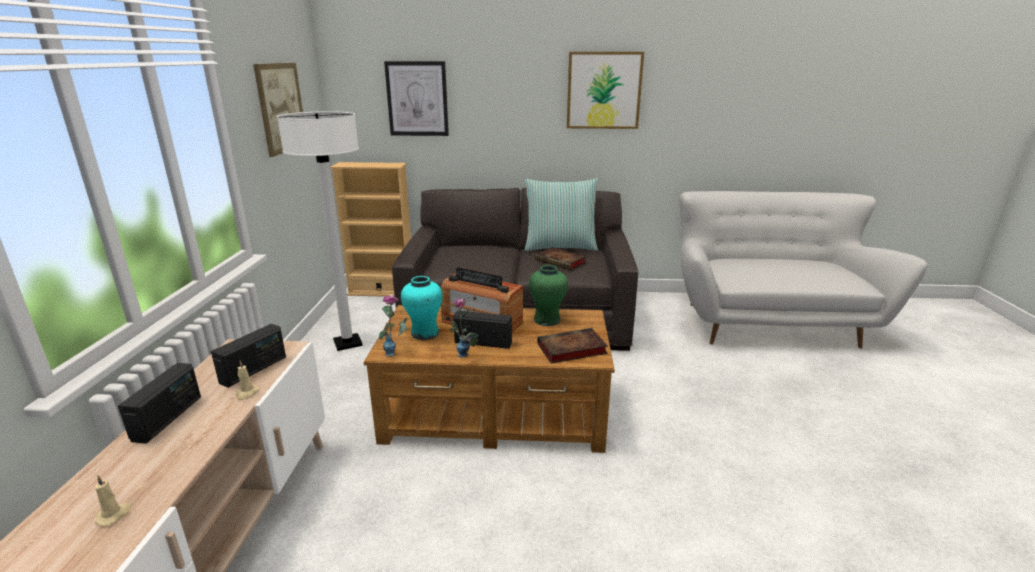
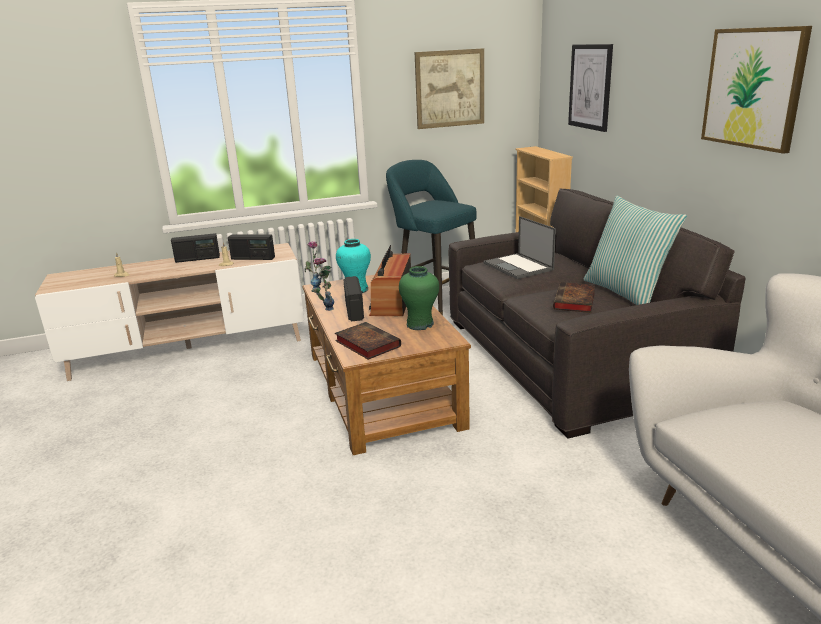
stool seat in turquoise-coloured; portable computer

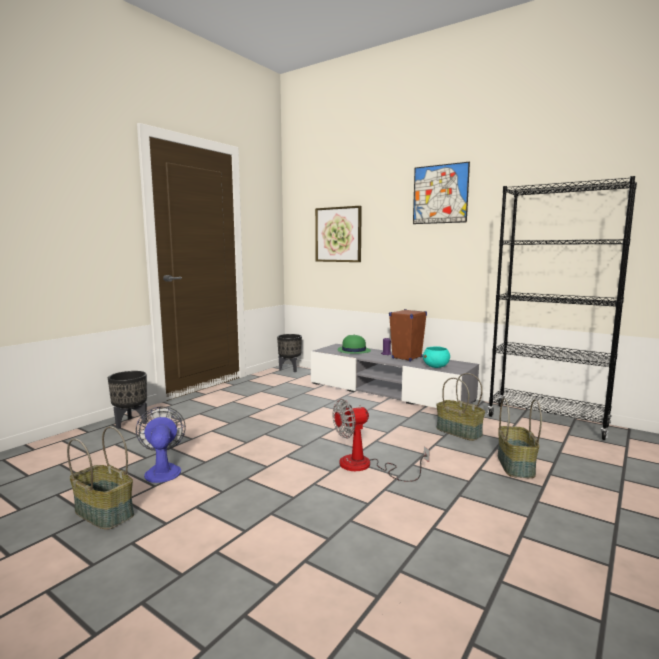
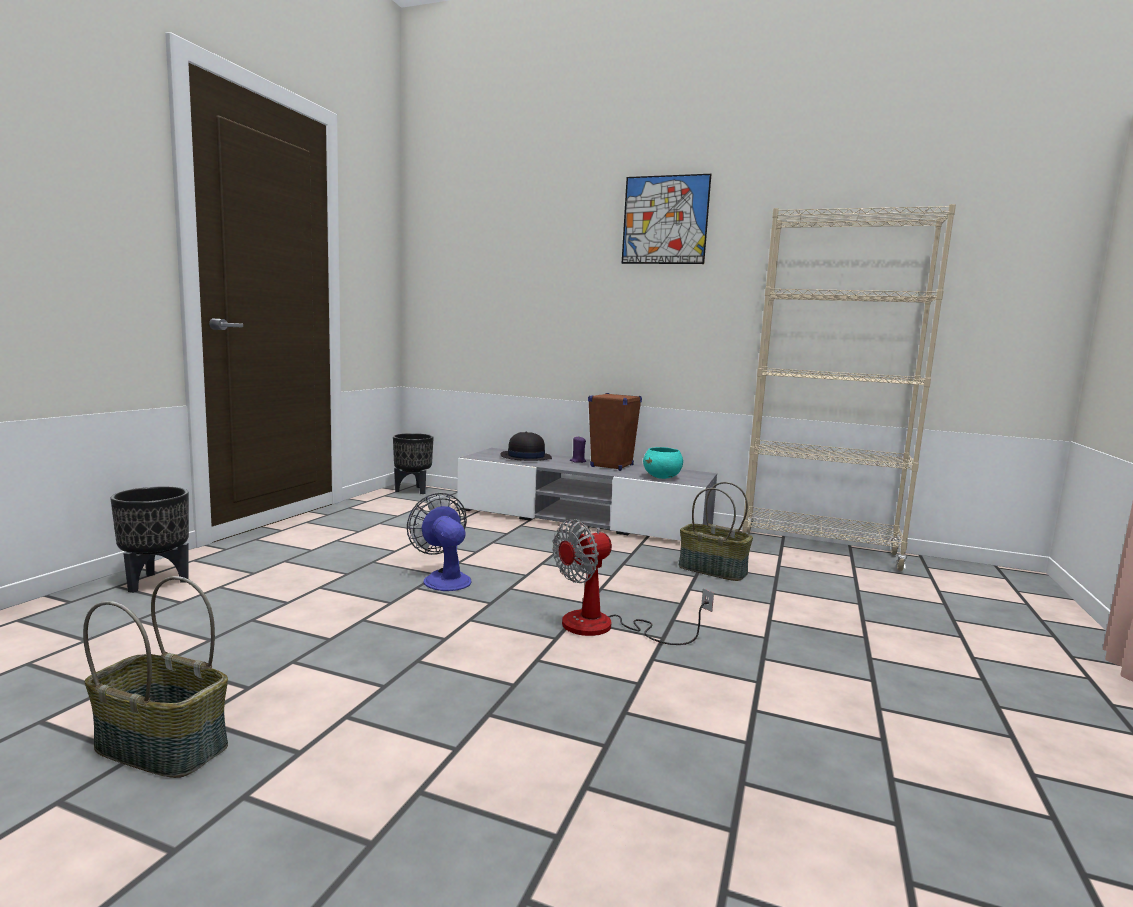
electric fan (no. 1 from left); picture (no. 1 from left in the first image); wearable hat in black-coloured; shelving unit in beige; basket (no. 3 from left in the first image)

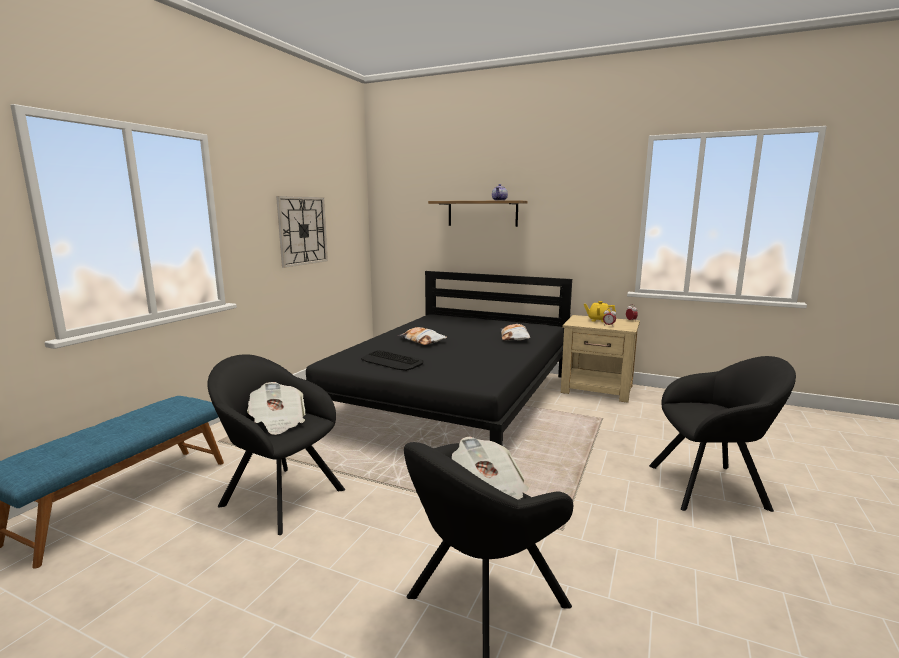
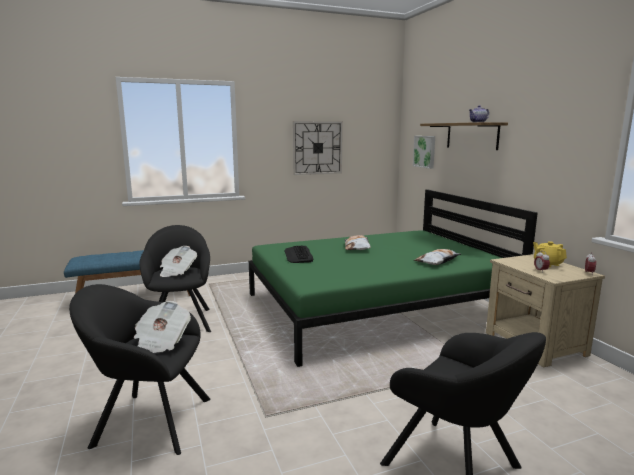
bed in green-coloured; picture

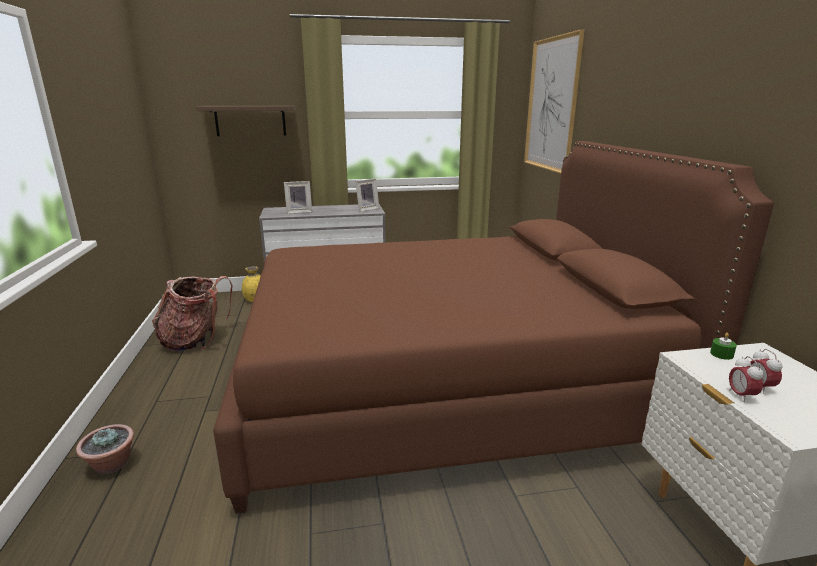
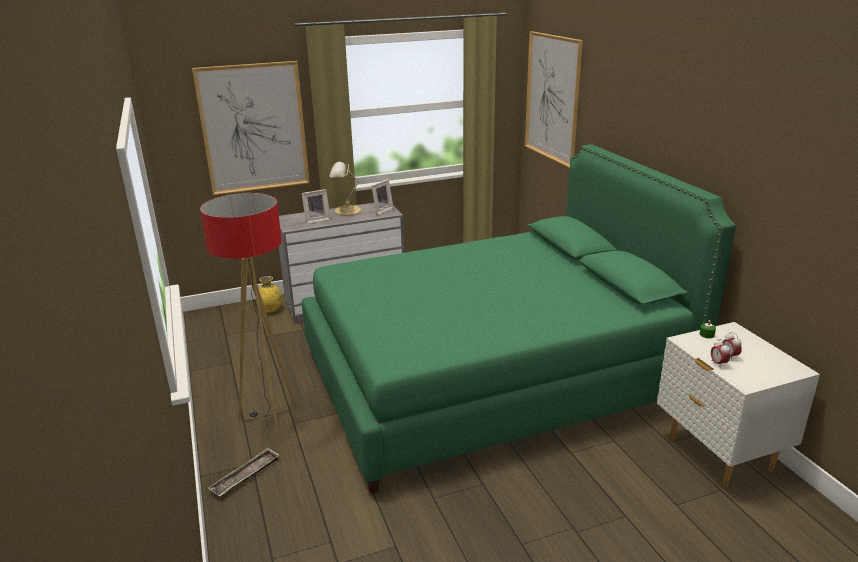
tray; rucksack; picture (no. 1 from left); bed in green-coloured; floor lamp; table lamp

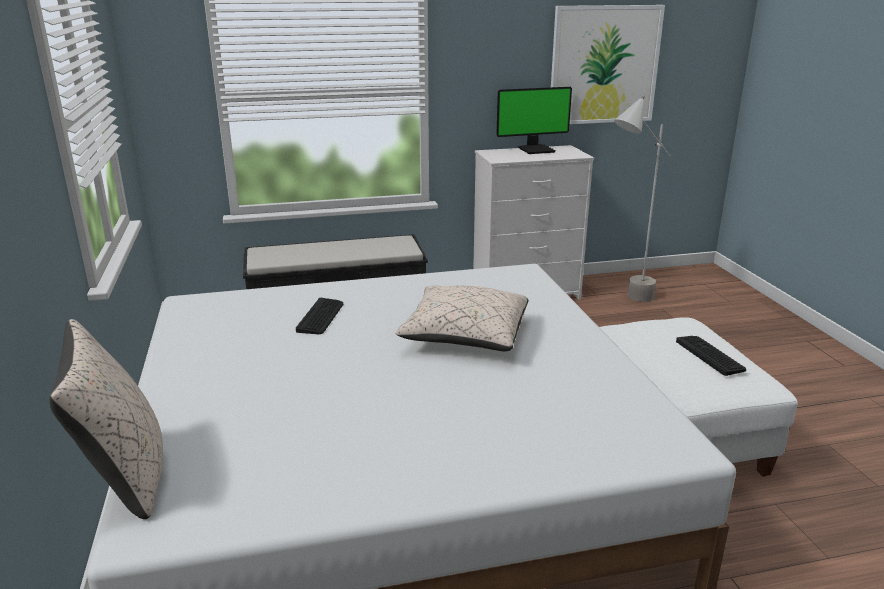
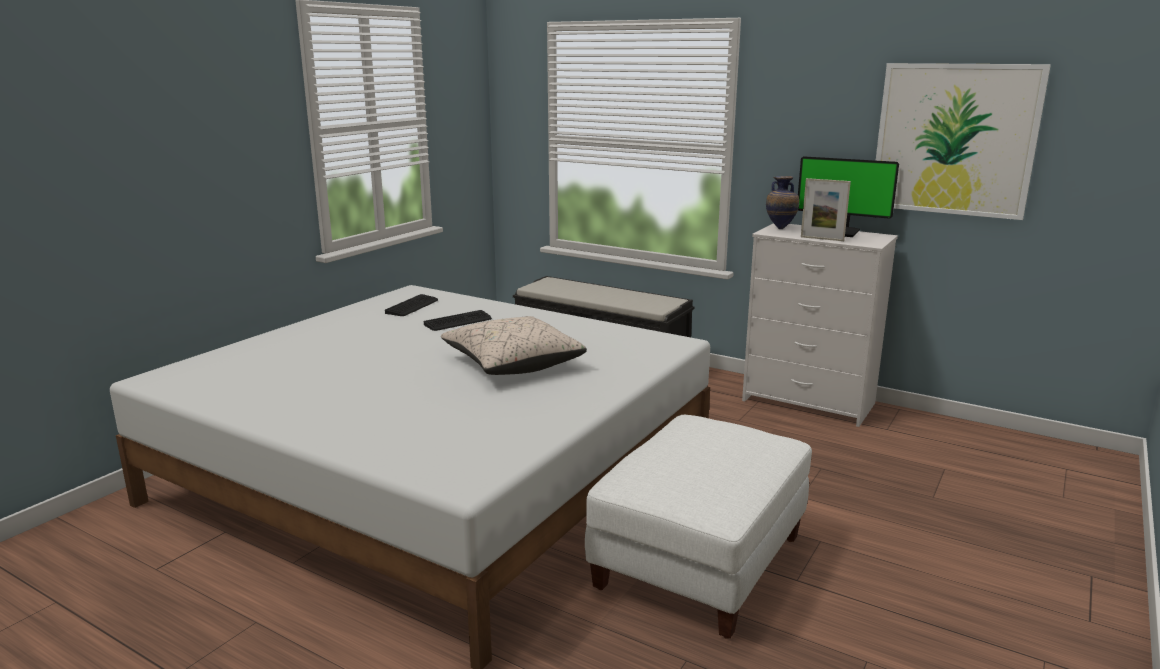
cushion in beige (no. 1 from left in the first image); floor lamp in grey; keyboard (no. 1 from left); decorative vase; picture frame

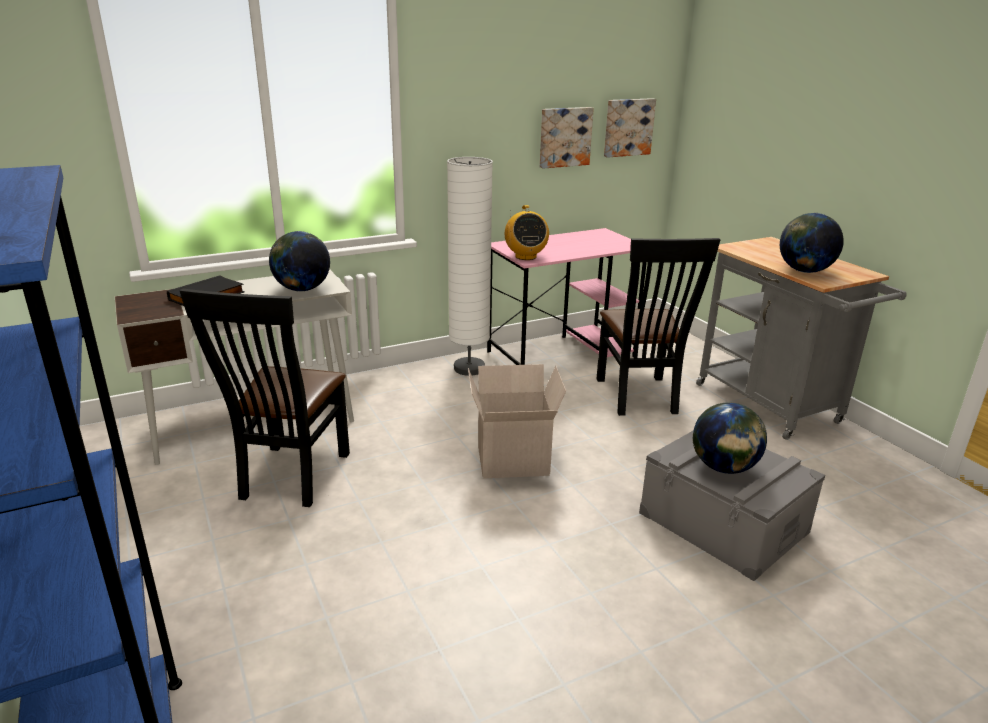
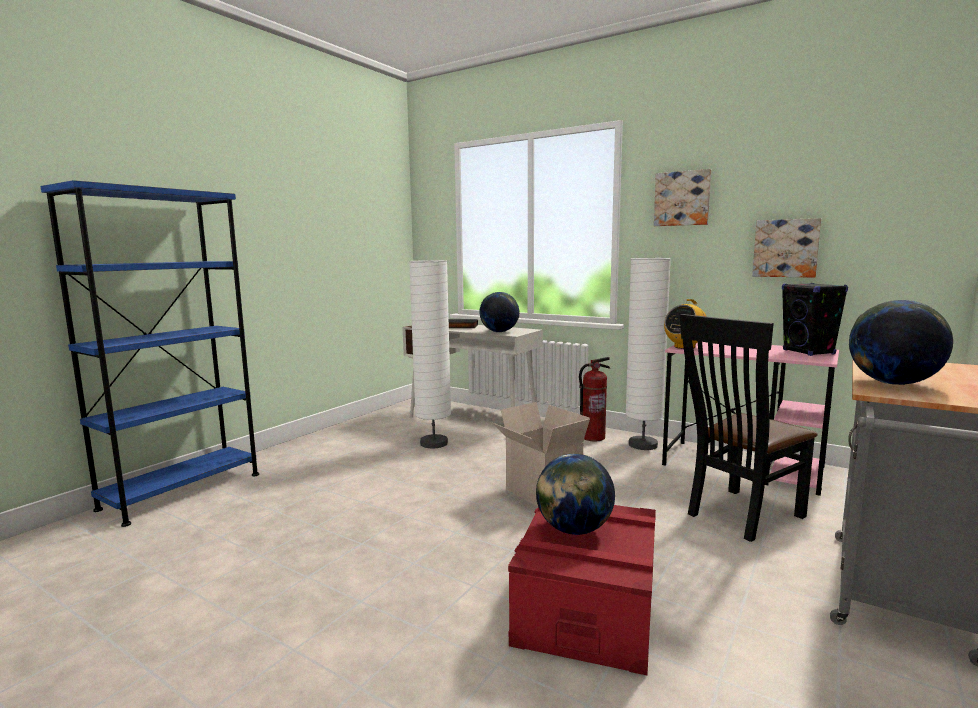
floor lamp in white (no. 1 from left); picture (no. 1 from left); storage box in red-coloured; fire extinguisher; audio speaker in black-coloured

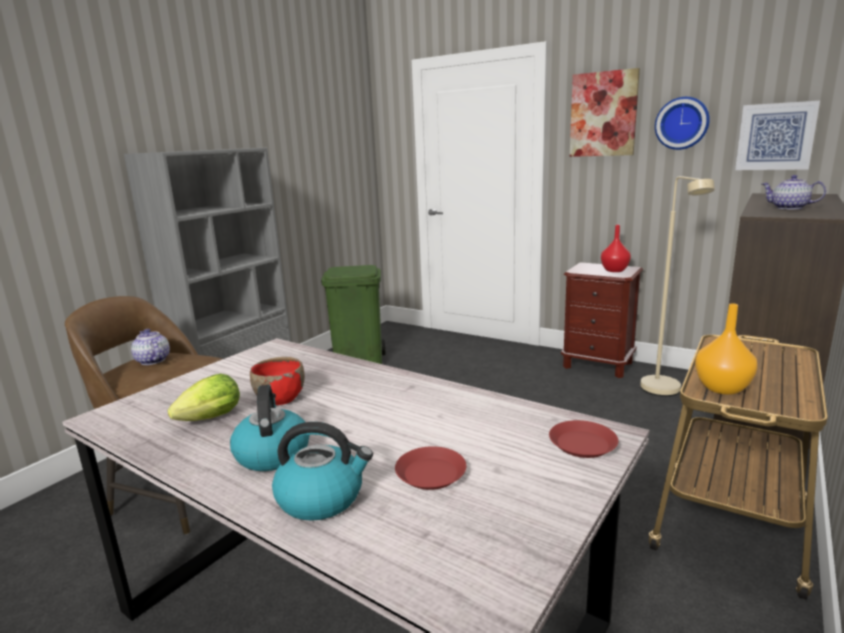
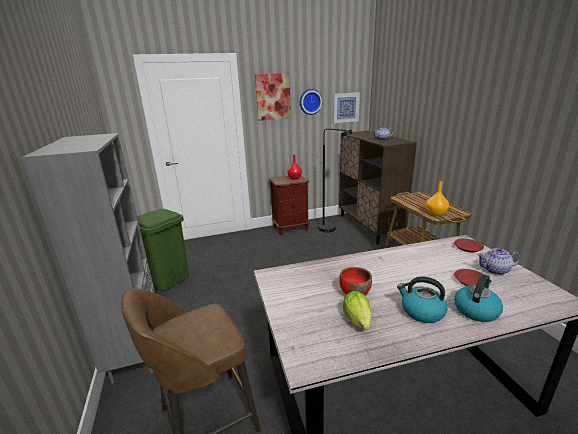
teapot (no. 2 from left); floor lamp in black-coloured

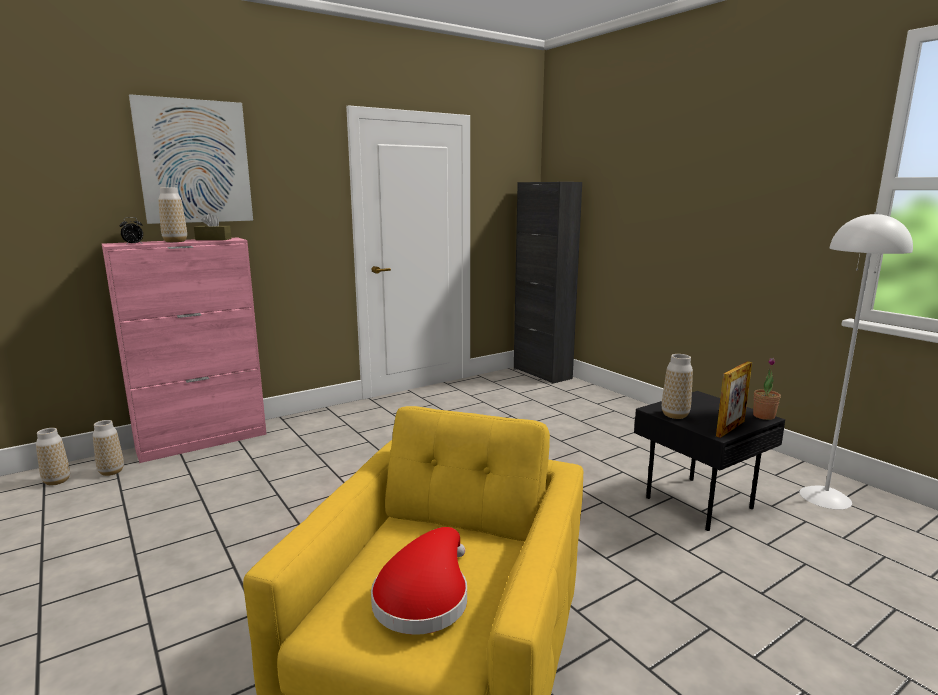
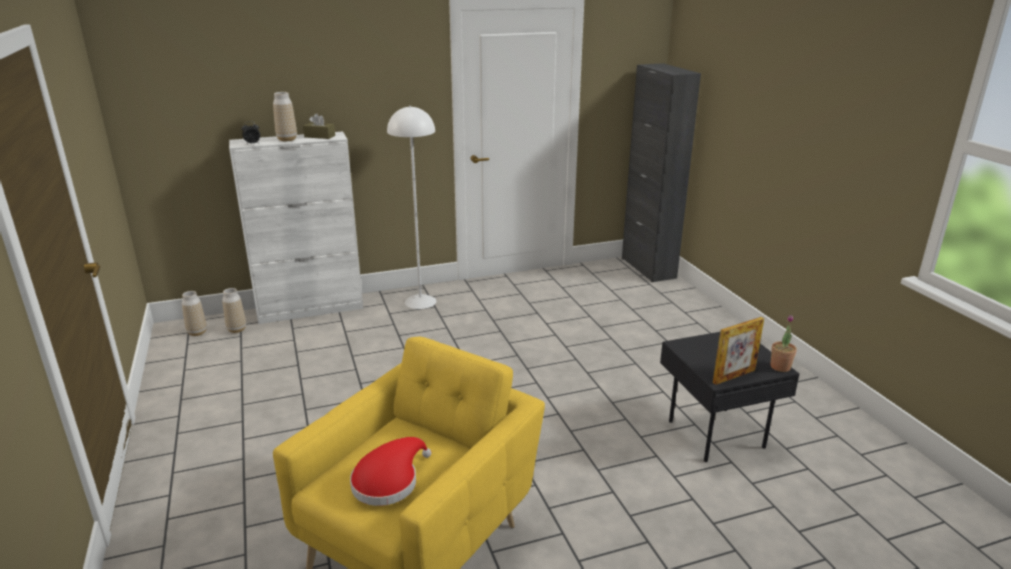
cabinet in white; picture; decorative vase (no. 4 from left in the first image); floor lamp in white

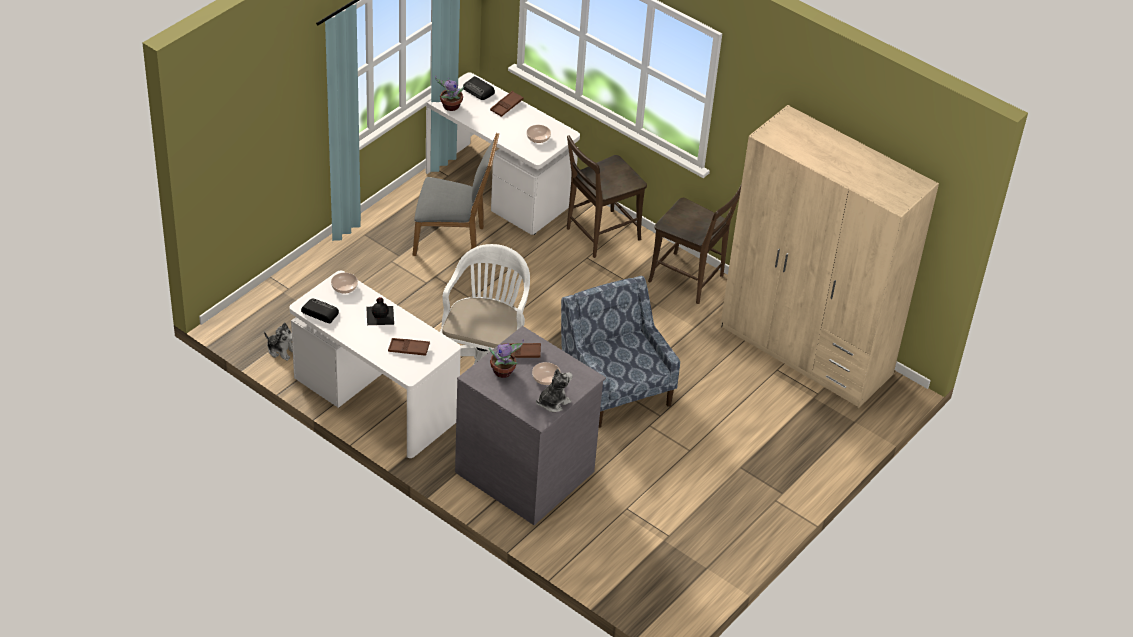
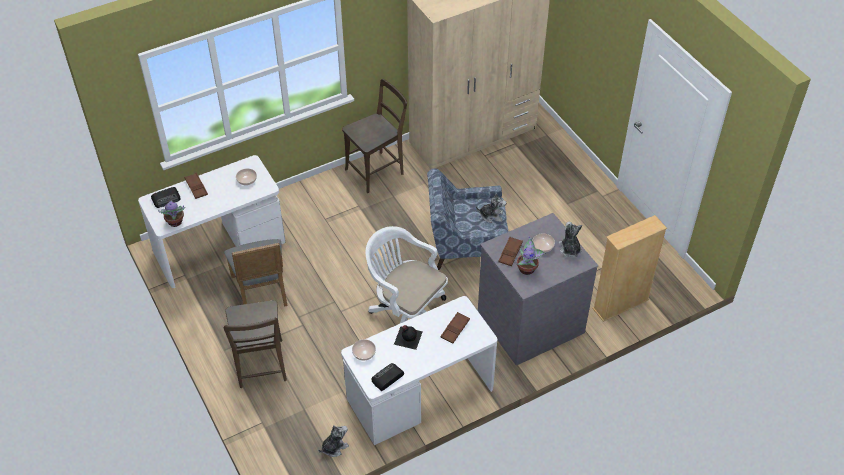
chair in grey; chair in brown-coloured (no. 1 from left); cuddly toy (no. 2 from left); shelving unit in beige

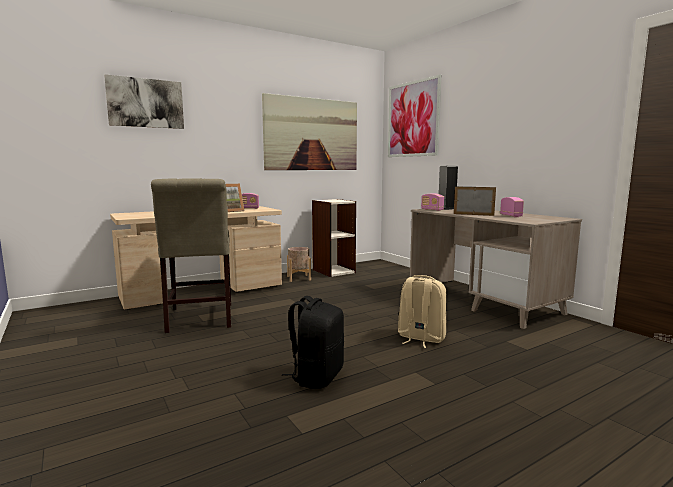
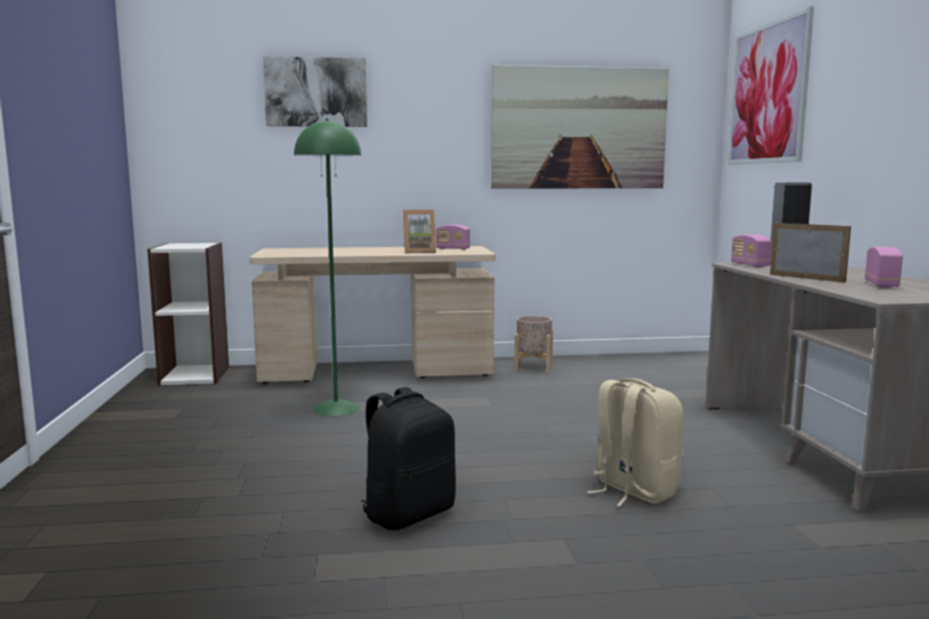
floor lamp in green-coloured; shelving unit

